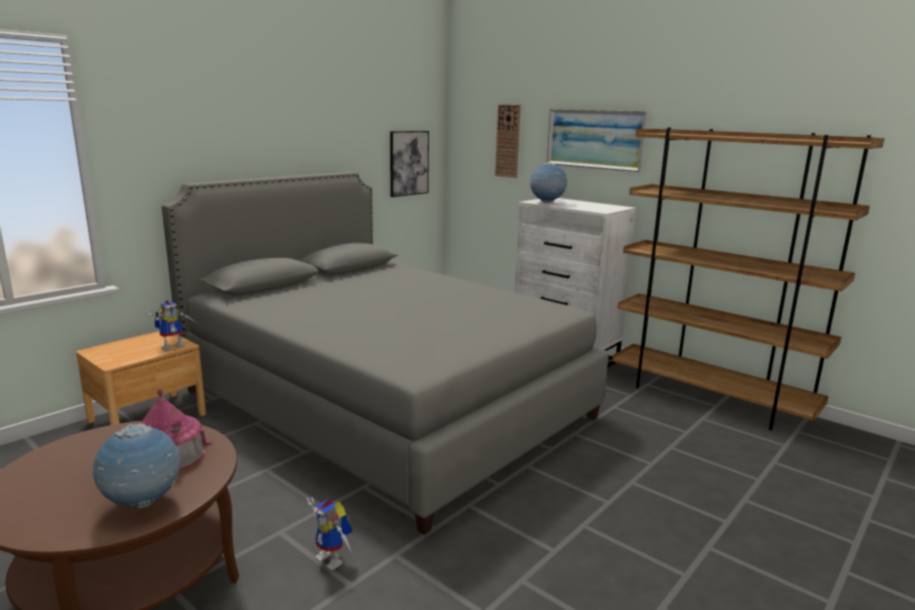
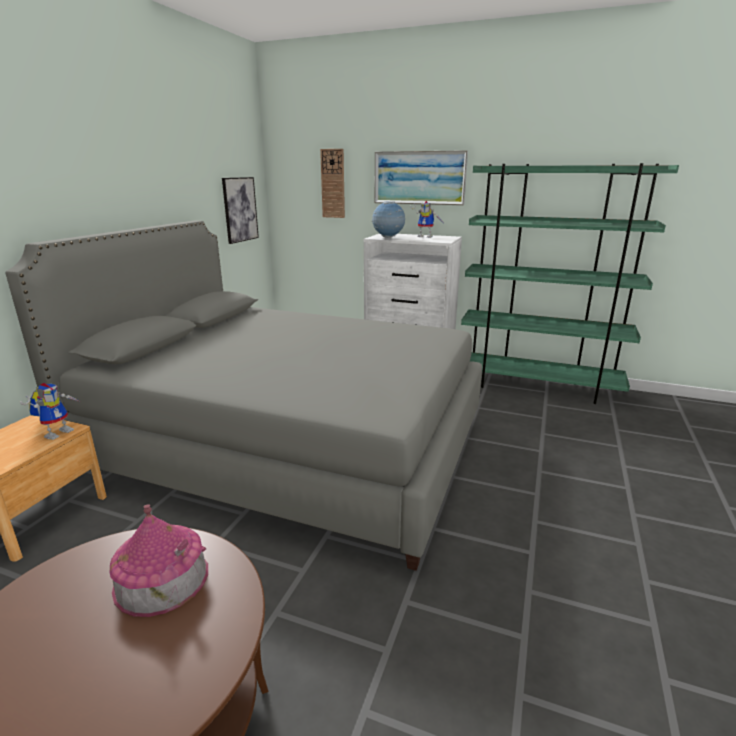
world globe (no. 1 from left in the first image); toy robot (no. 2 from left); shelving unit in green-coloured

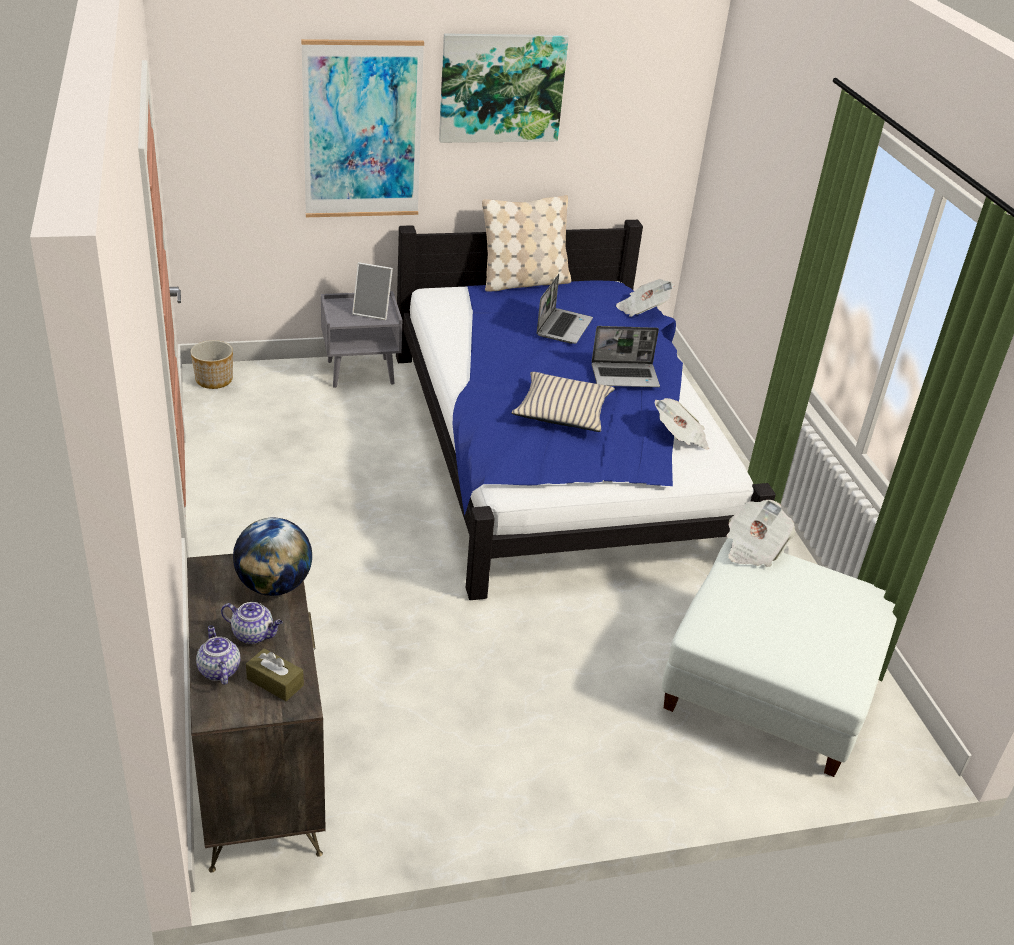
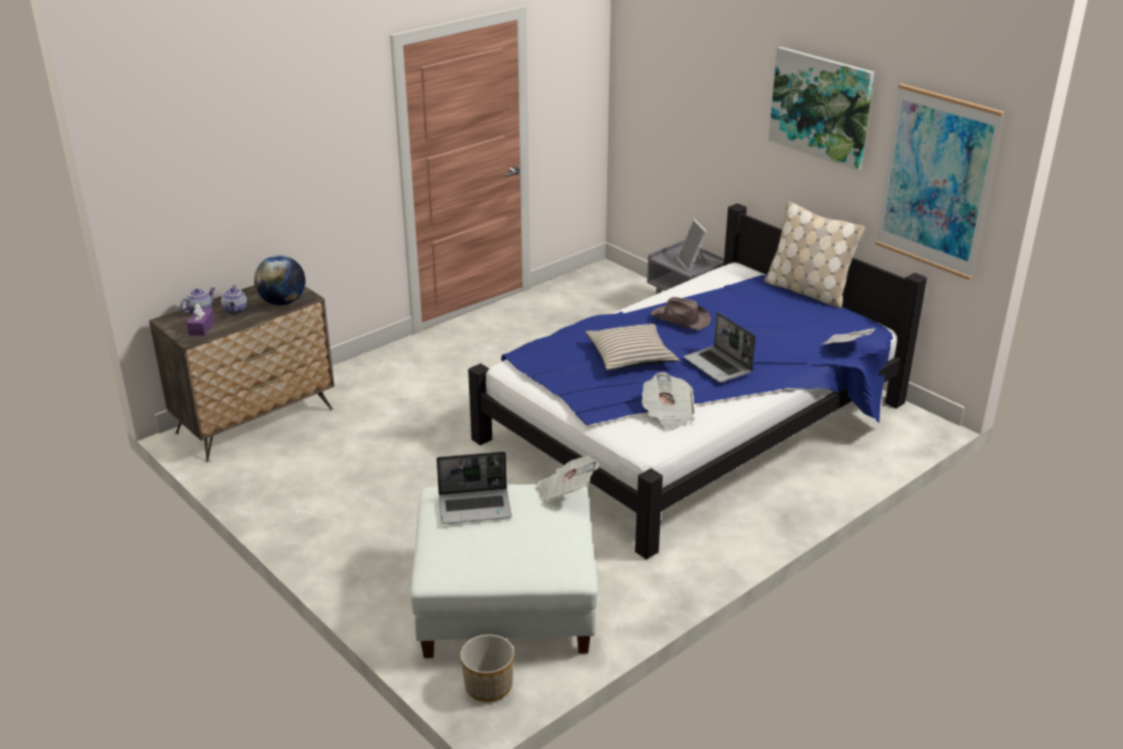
plant pot; tissue box in purplish; picture (no. 2 from left); portable computer (no. 1 from left); wearable hat in brown-coloured

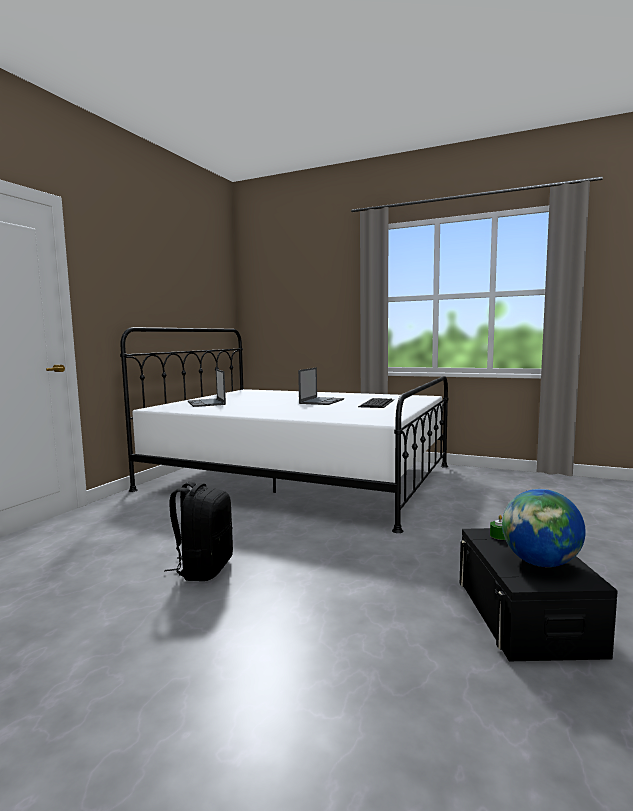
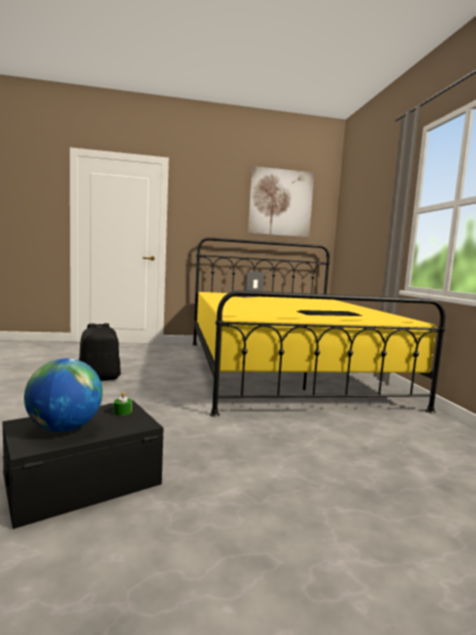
bed in yellow-coloured; portable computer (no. 2 from left in the first image); picture

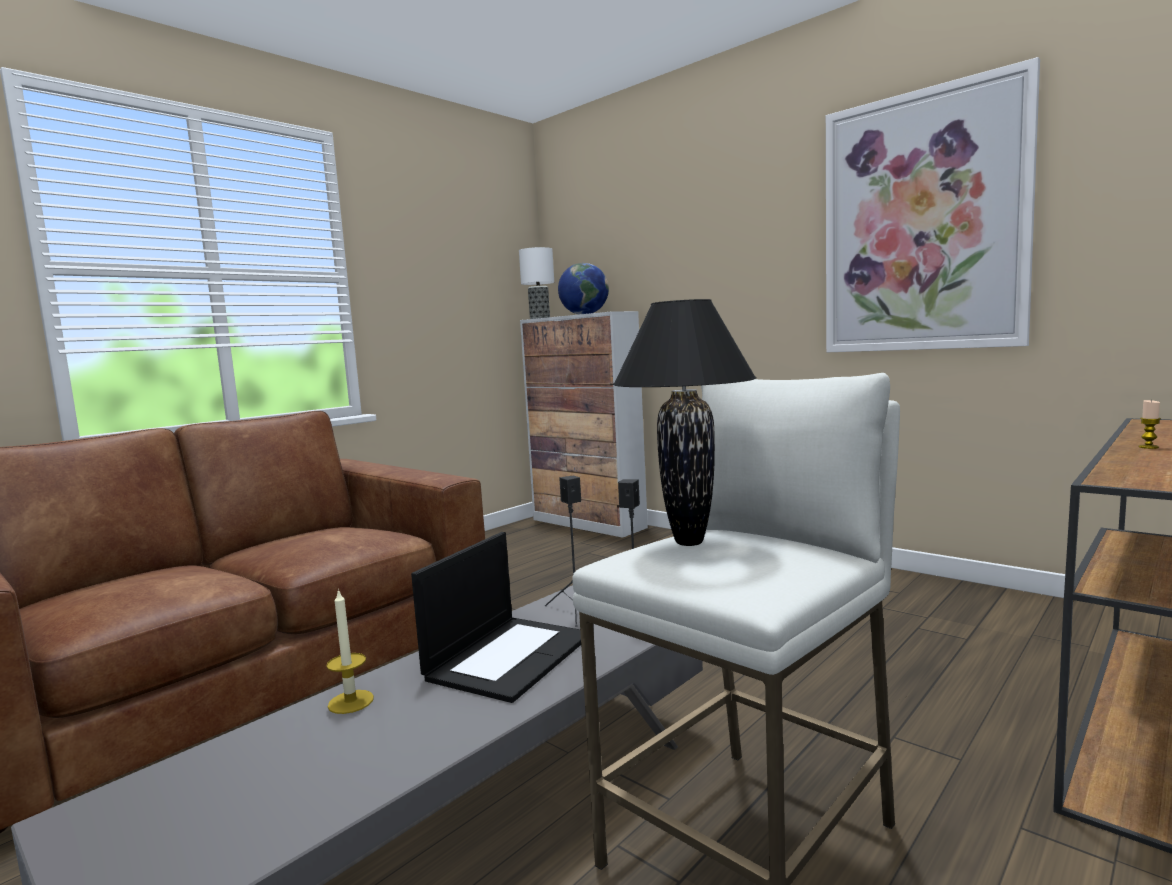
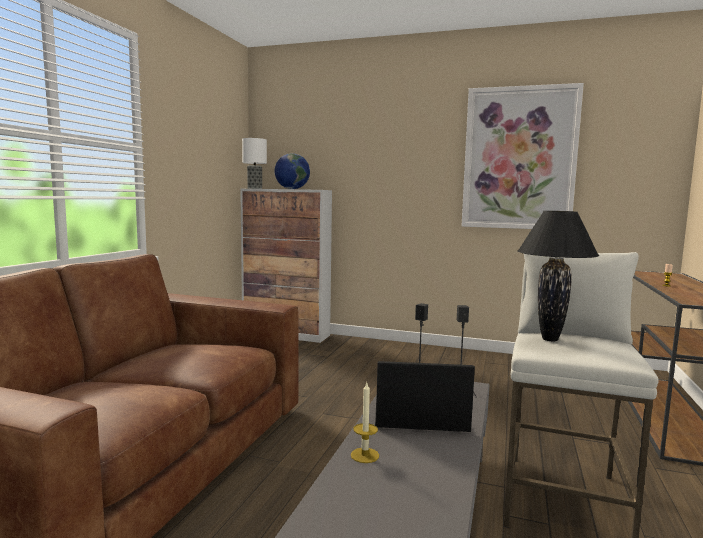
portable computer

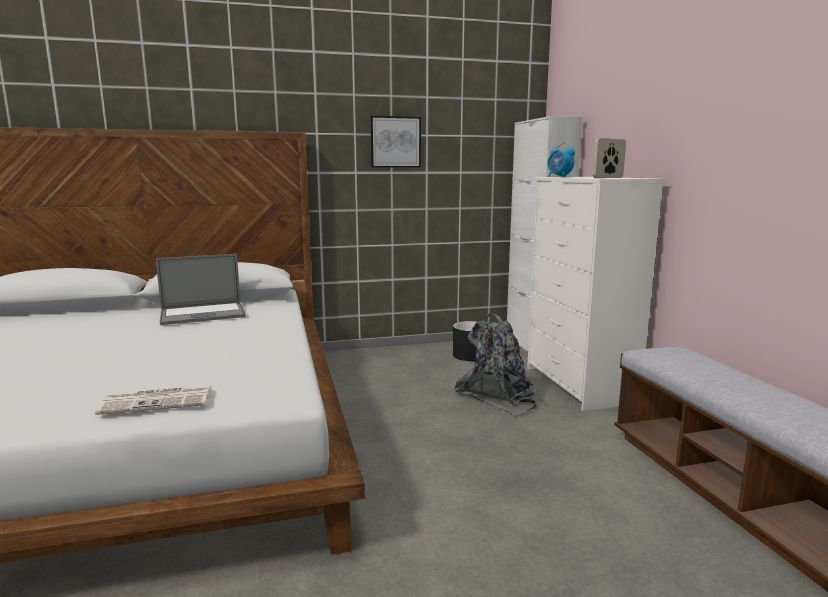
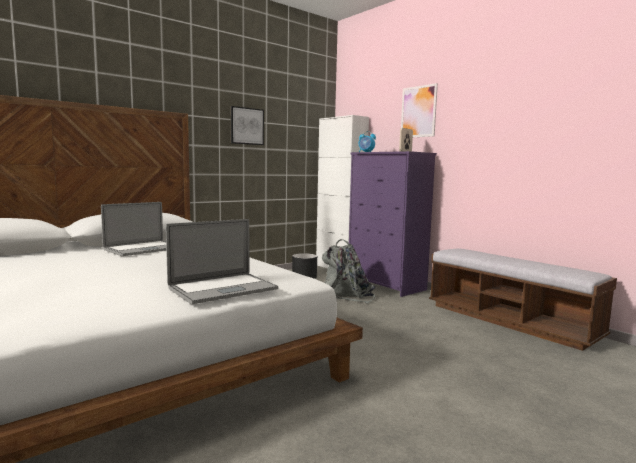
portable computer (no. 2 from left); dresser in purplish; picture (no. 2 from left)

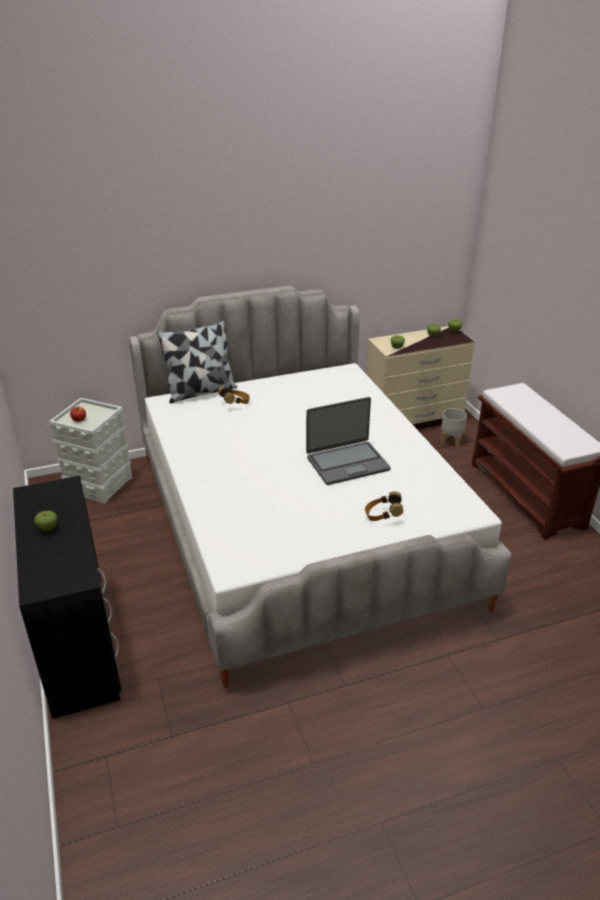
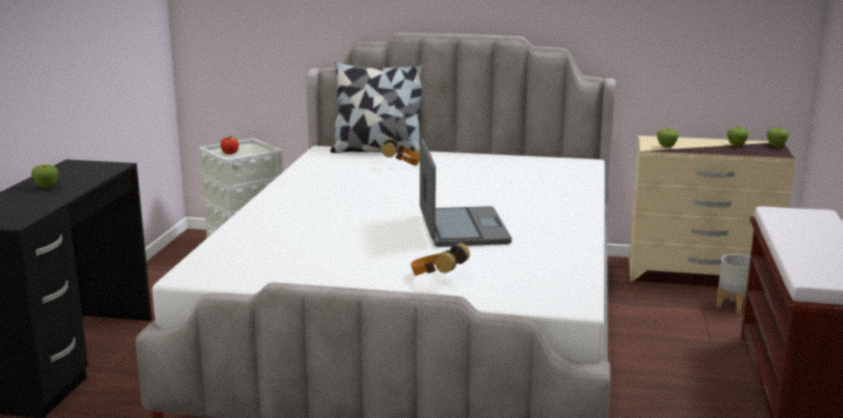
portable computer

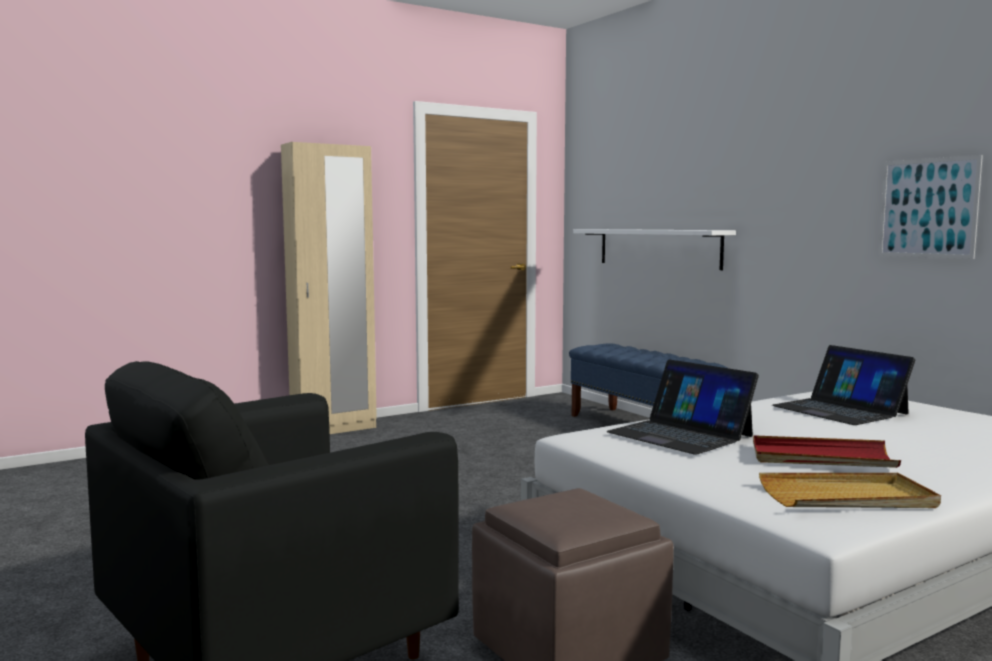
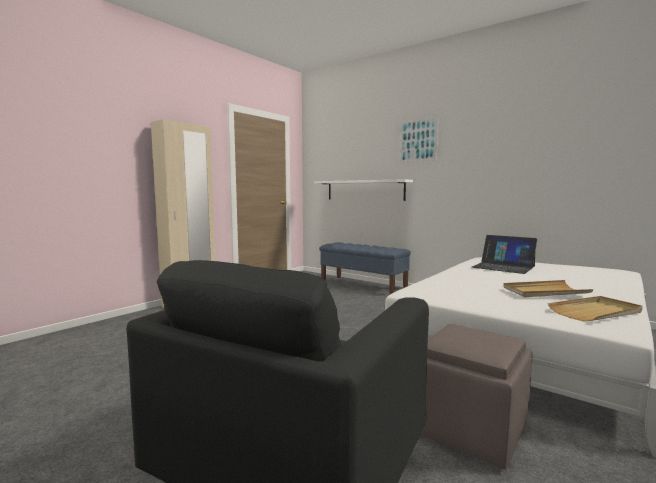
portable computer (no. 1 from left in the first image); tray in beige (no. 1 from left); picture

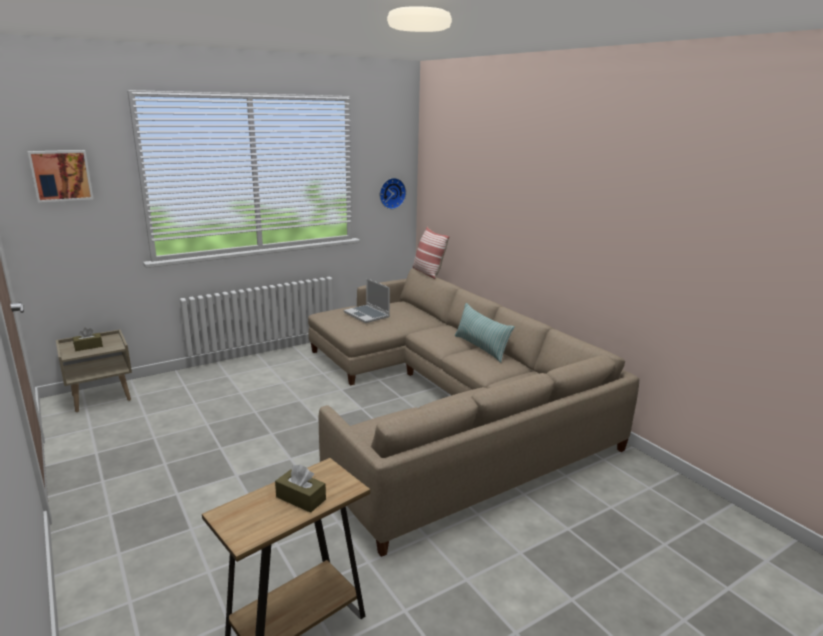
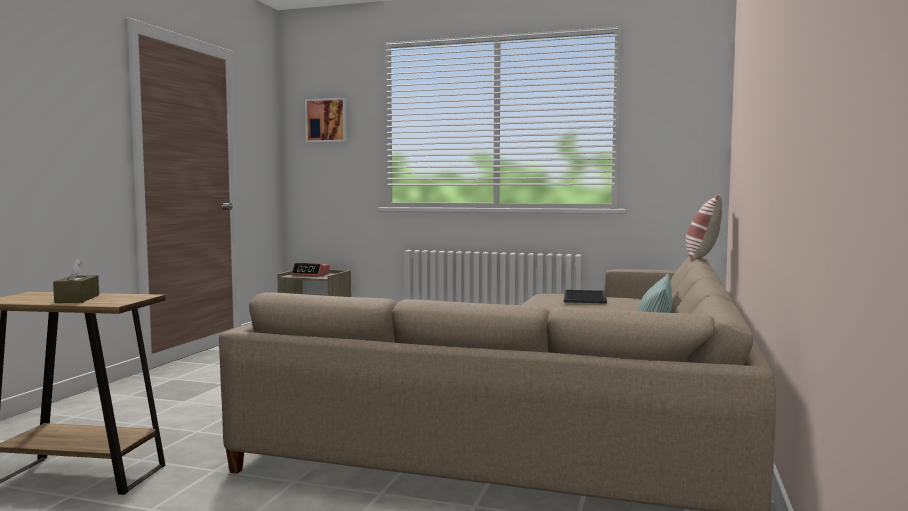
bedside clock; tray; hanging clock

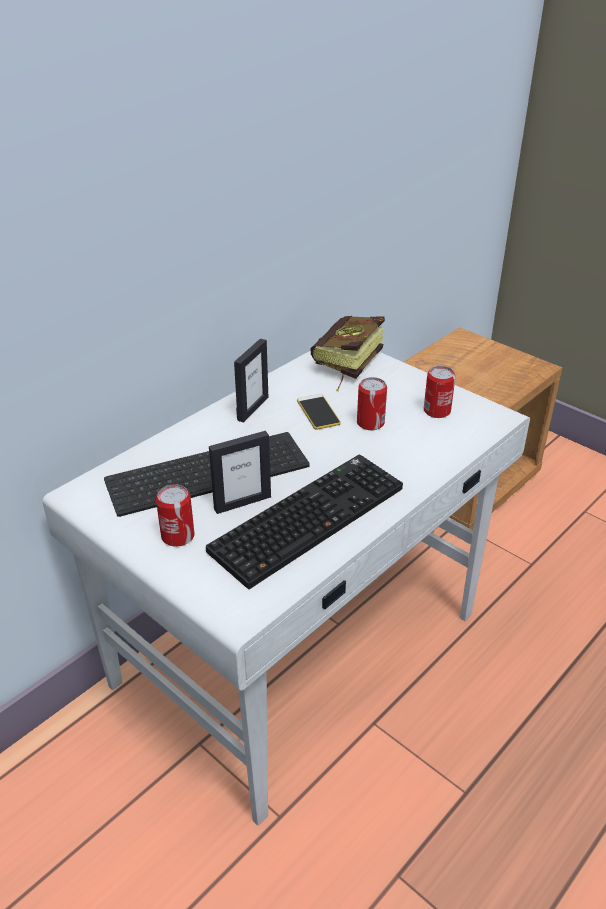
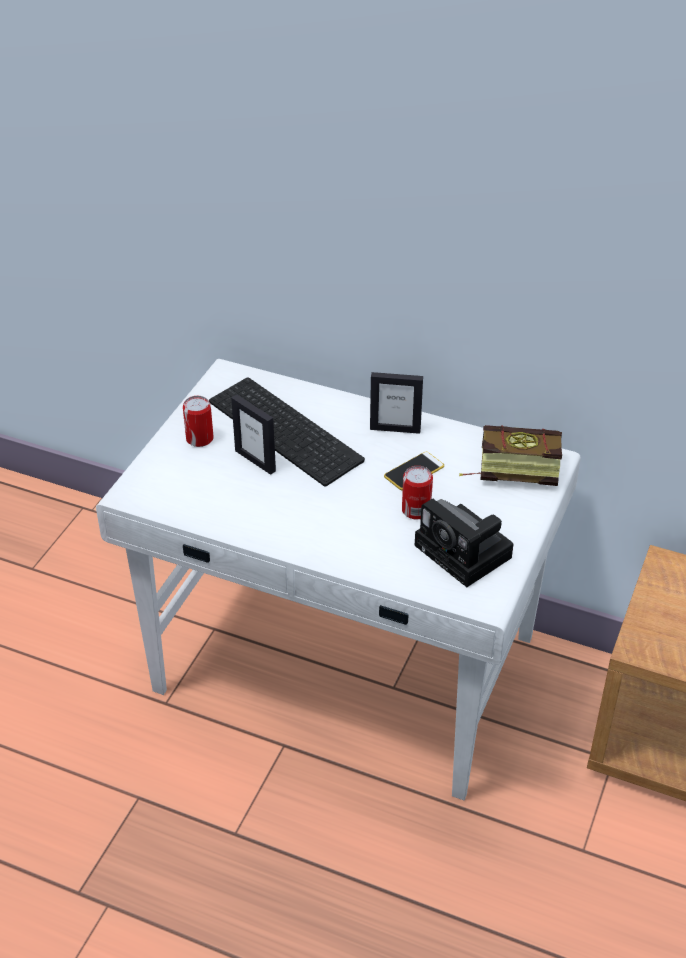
keyboard (no. 2 from left in the first image); photo camera

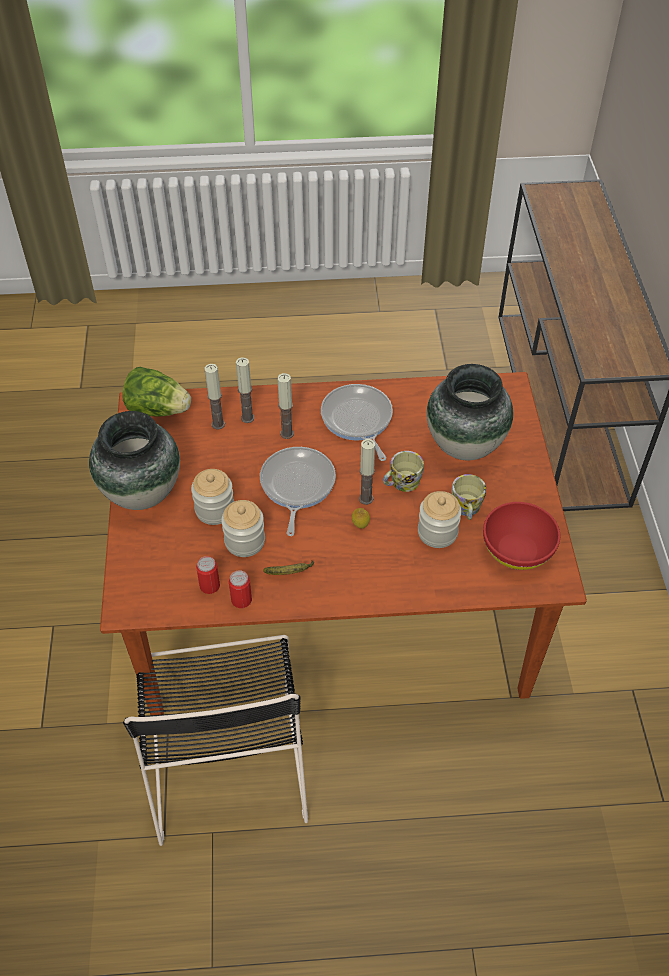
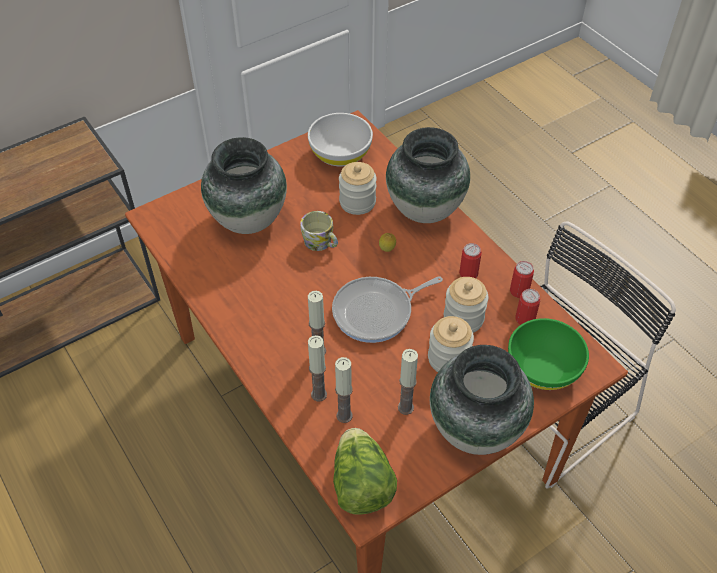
metal can (no. 1 from left); skillet (no. 2 from left in the first image); wax light (no. 4 from left); mug (no. 2 from left in the first image); serving bowl in white; decorative vase (no. 2 from left); serving bowl in green-coloured

